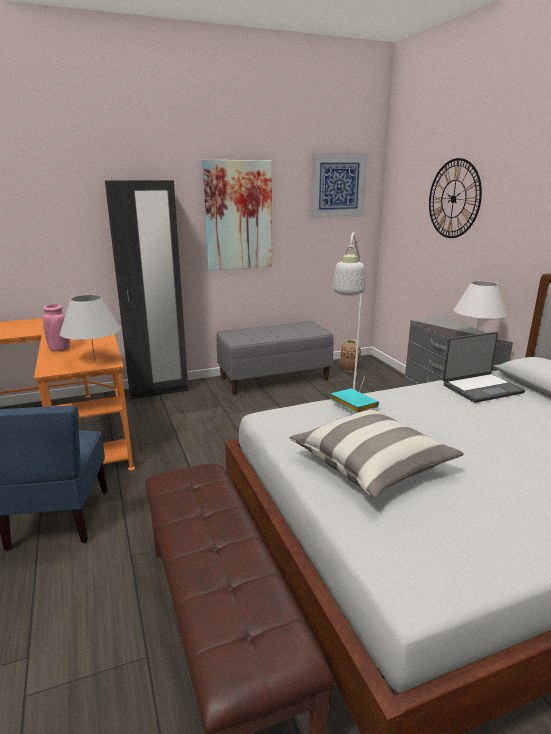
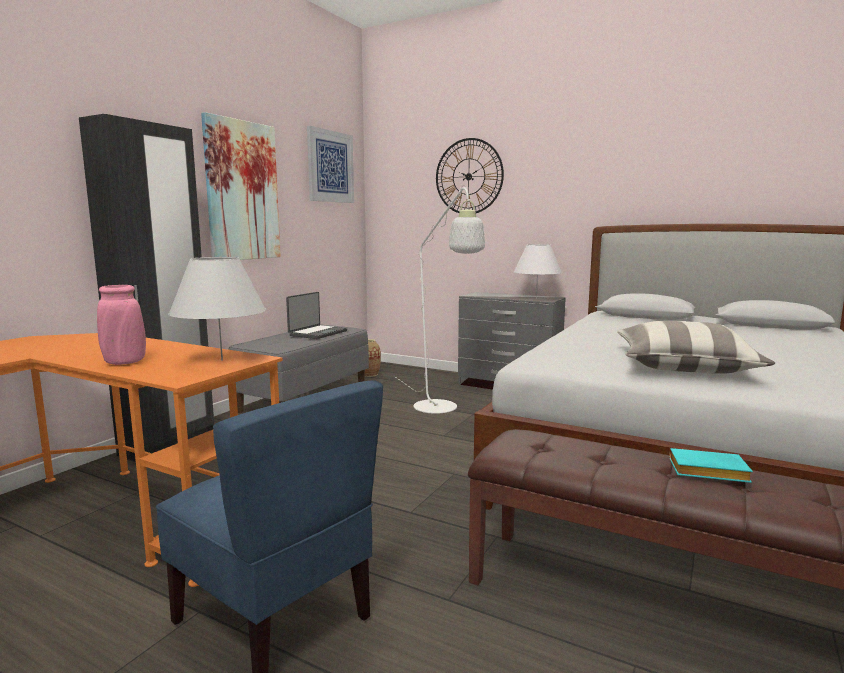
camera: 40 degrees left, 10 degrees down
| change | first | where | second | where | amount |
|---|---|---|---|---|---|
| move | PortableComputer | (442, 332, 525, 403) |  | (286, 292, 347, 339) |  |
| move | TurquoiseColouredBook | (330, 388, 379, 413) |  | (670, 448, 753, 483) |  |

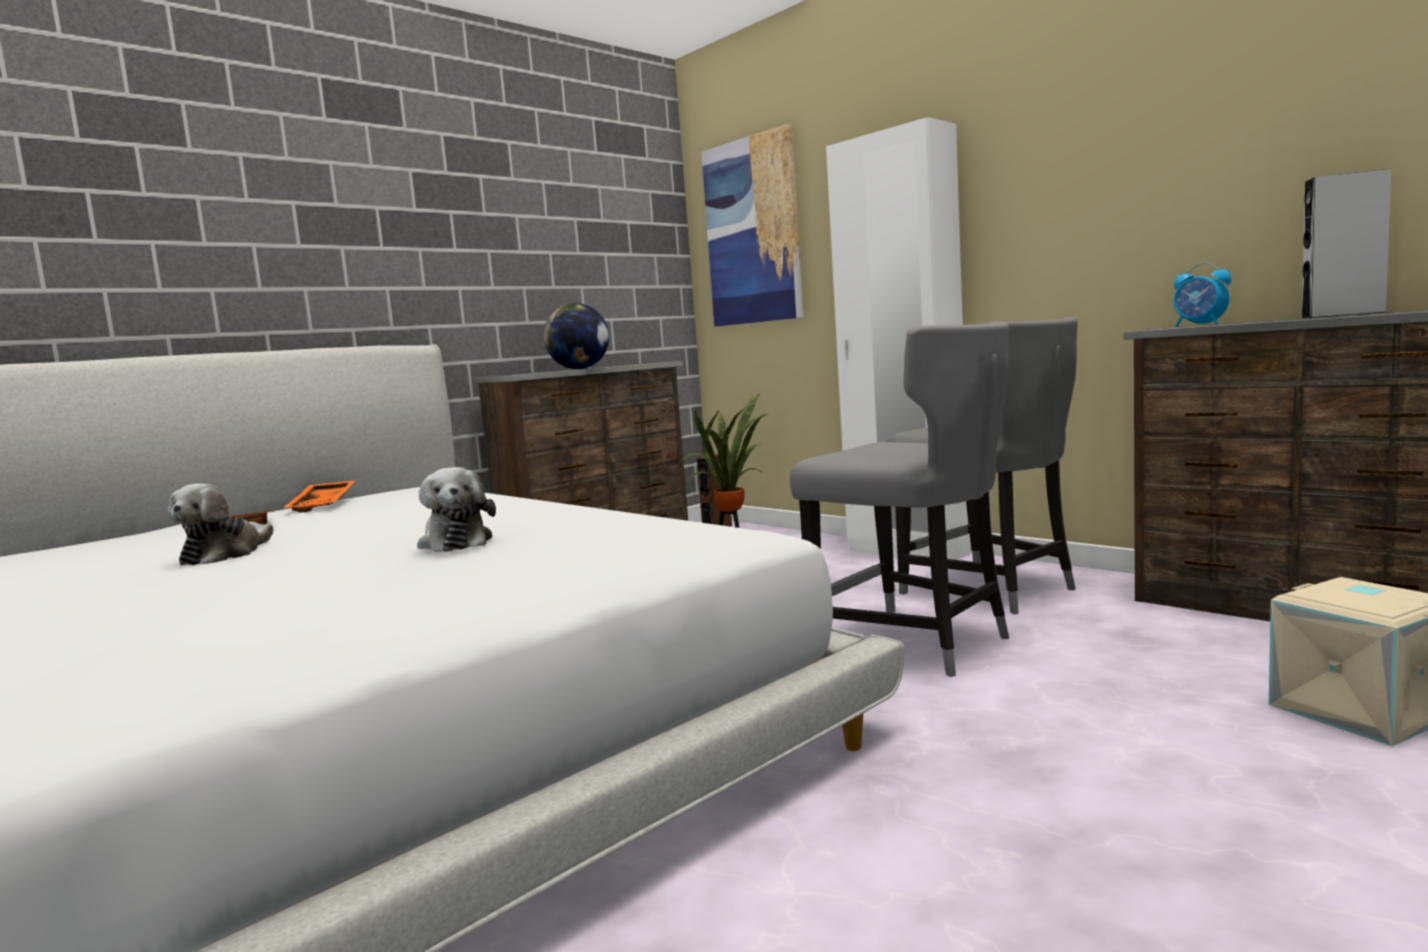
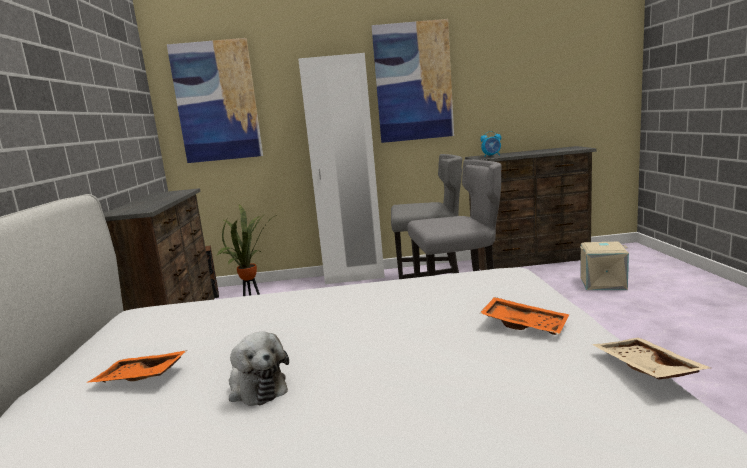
camera: 50 degrees left, 5 degrees up
| change | first | where | second | where | amount |
|---|---|---|---|---|---|
| insert |  |  | WallArt | (371, 19, 454, 143) |  |
| move | OrangeColouredCarryingTray | (284, 480, 356, 513) |  | (480, 297, 569, 335) |  |
| insert |  |  | SandColouredCarryingTray | (592, 338, 711, 379) |  |
| delete | CuddlyToy | (417, 467, 496, 552) |  |  |  |
| delete | Globe | (543, 303, 609, 369) |  |  |  |
| delete | GreyishLoudspeaker | (1300, 169, 1391, 319) |  |  |  |

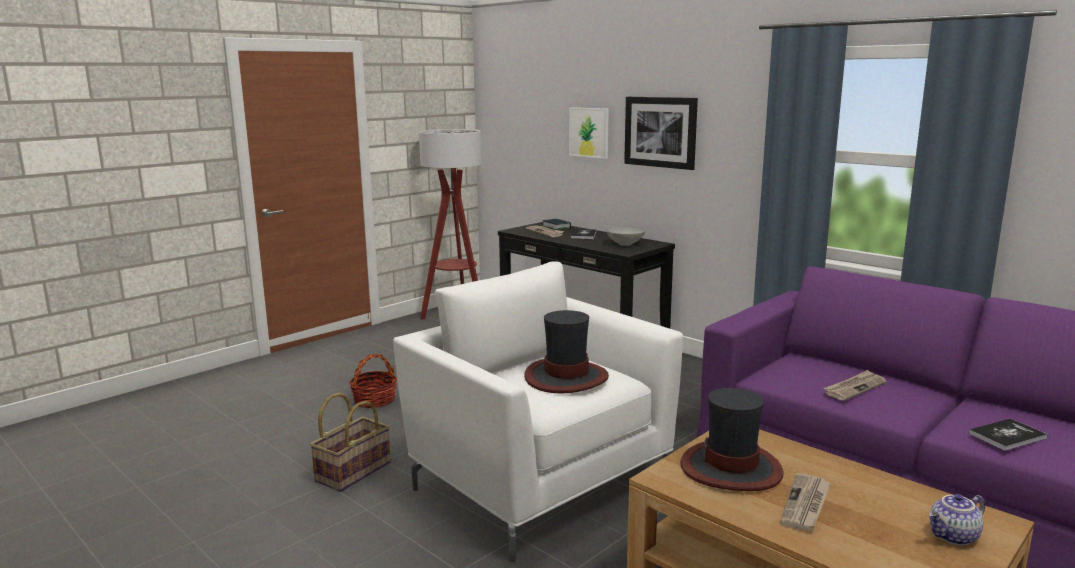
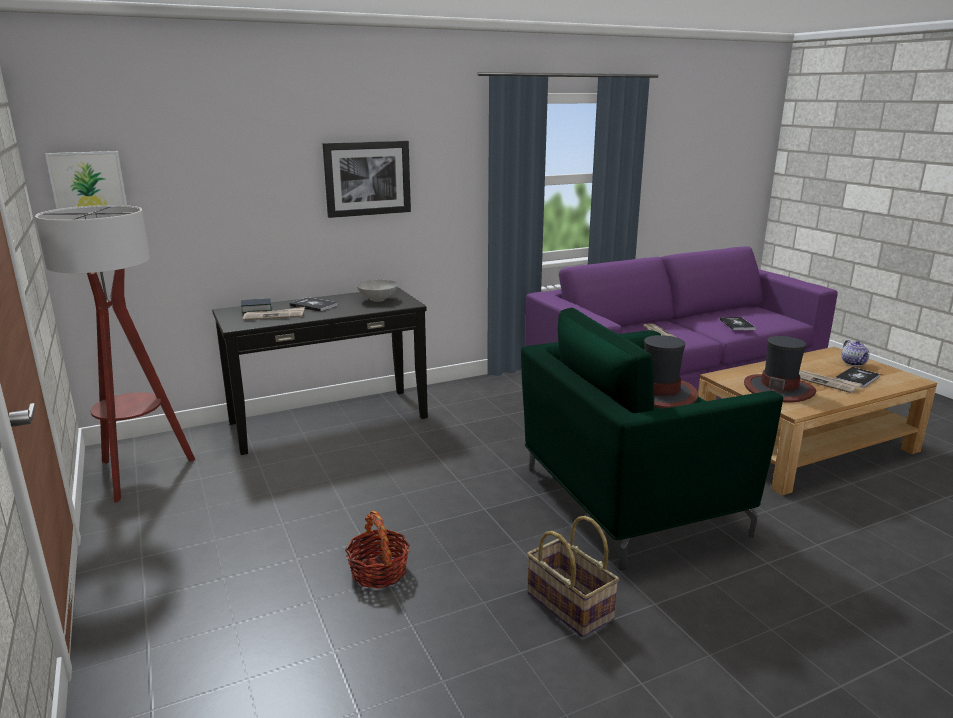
camera: 70 degrees left, 5 degrees up
| change | first | where | second | where | amount |
|---|---|---|---|---|---|
| move | WallArt | (569, 107, 609, 159) |  | (45, 151, 127, 209) |  |
| recolor | WhitishLoungeChair | (393, 261, 683, 562) | GreenLoungeChair | (521, 308, 783, 570) |  |
| insert |  |  | Book | (835, 367, 880, 388) |  |

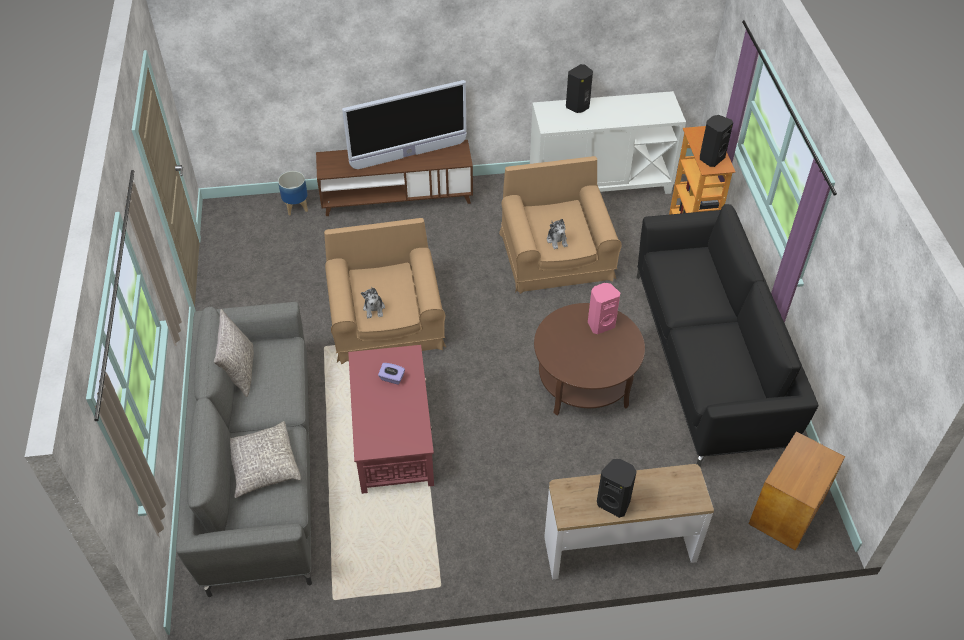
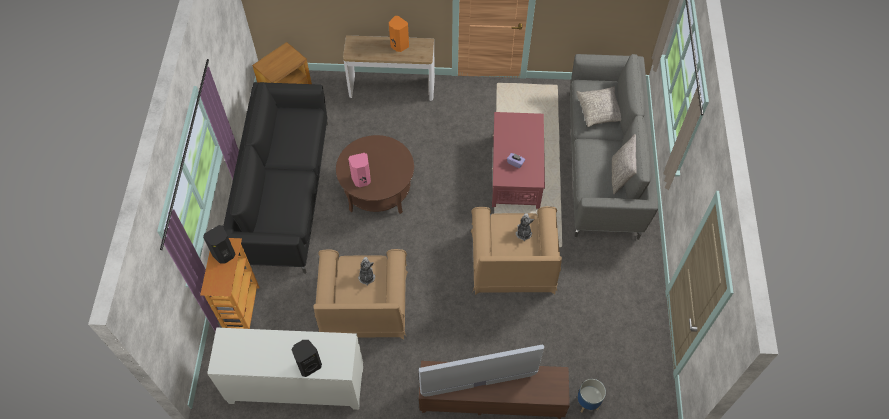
camera: 170 degrees left, 10 degrees up
| change | first | where | second | where | amount |
|---|---|---|---|---|---|
| recolor | BlackColouredLoudspeaker | (597, 459, 637, 518) | OrangeColouredLoudspeaker | (389, 16, 409, 52) |  |

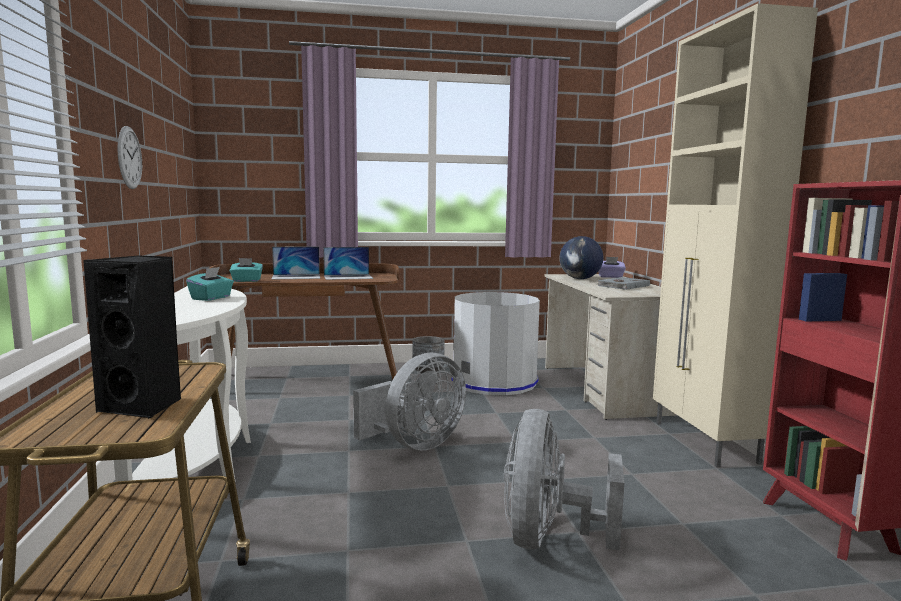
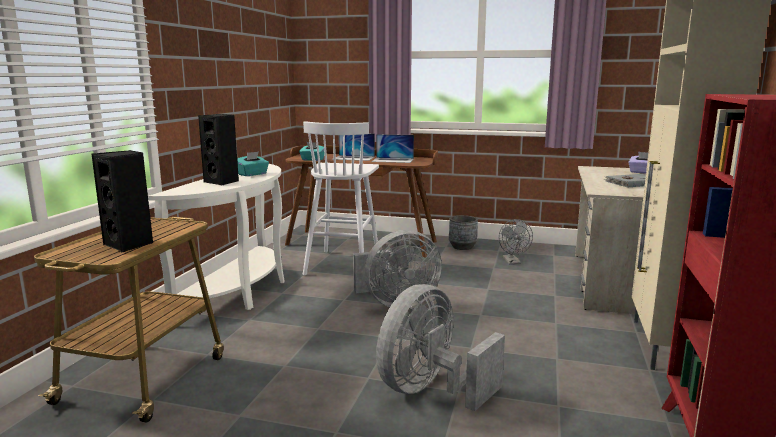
camera: 25 degrees right, 5 degrees up
| change | first | where | second | where | amount |
|---|---|---|---|---|---|
| insert |  |  | BlackColouredLoudspeaker | (198, 114, 239, 185) |  |
| insert |  |  | WhitishStoolSeat | (303, 121, 379, 276) |  |
| replace | GreyishTrashCan | (452, 292, 540, 395) | GreyishCoolingFan | (499, 219, 533, 265) |  |
| delete | HangingClock | (118, 126, 142, 189) |  |  |  |
| delete | Globe | (559, 236, 603, 279) |  |  |  |

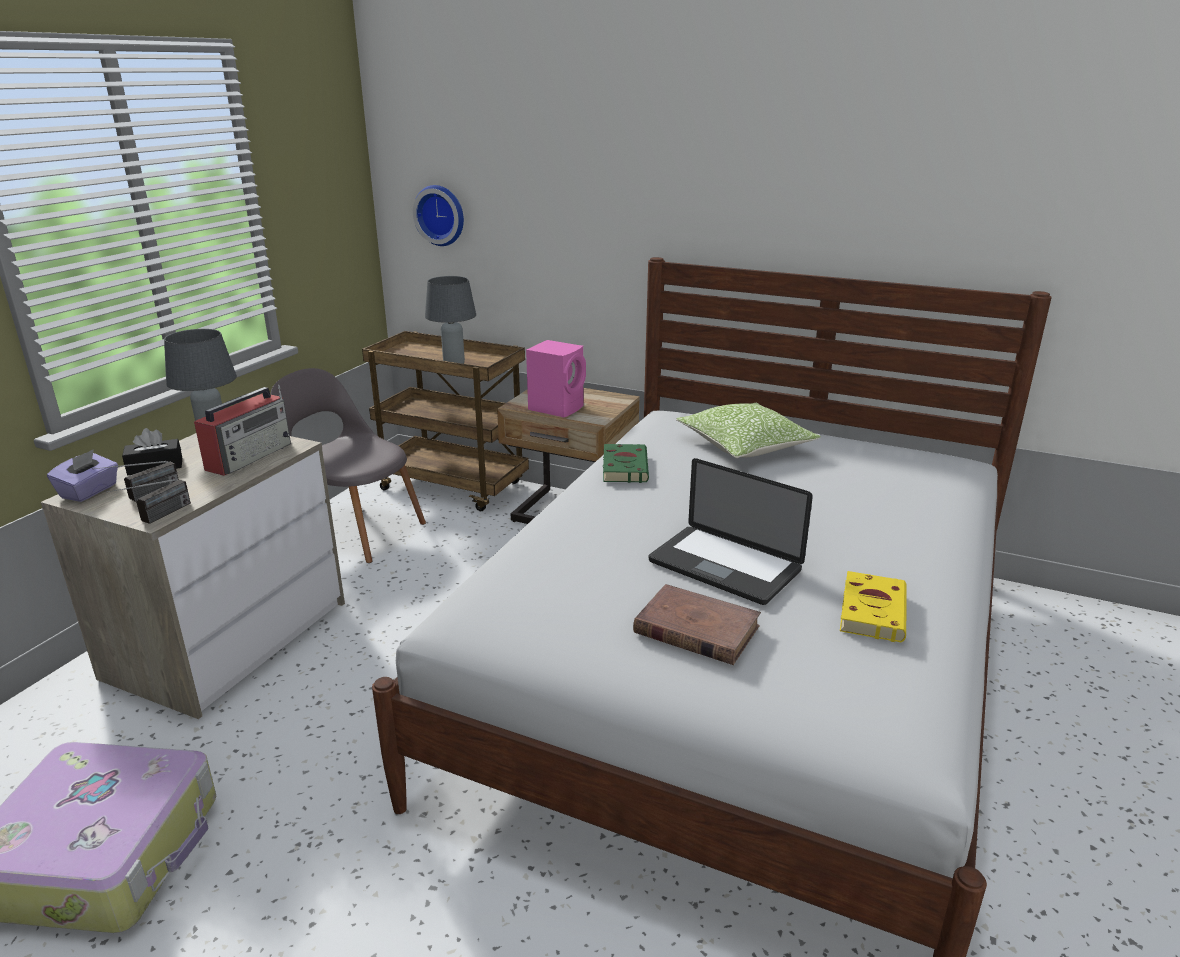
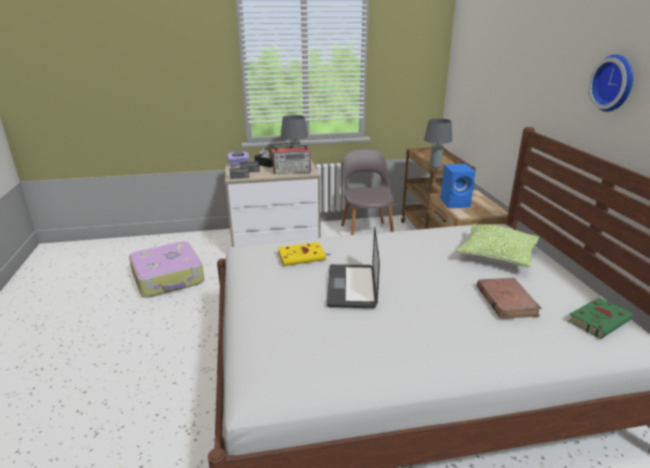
camera: 55 degrees right, 0 degrees up
| change | first | where | second | where | amount |
|---|---|---|---|---|---|
| move | YellowBook | (840, 571, 907, 642) |  | (278, 242, 330, 266) |  |
| recolor | PinkishLoudspeaker | (526, 340, 586, 417) | BlueColouredLoudspeaker | (440, 164, 475, 208) |  |
| move | BrownColouredBook | (633, 584, 761, 665) |  | (477, 278, 542, 319) |  |
| move | GreenBook | (603, 444, 649, 483) |  | (568, 297, 633, 339) |  |
| move | HangingClock | (413, 185, 464, 246) |  | (588, 54, 633, 112) |  |

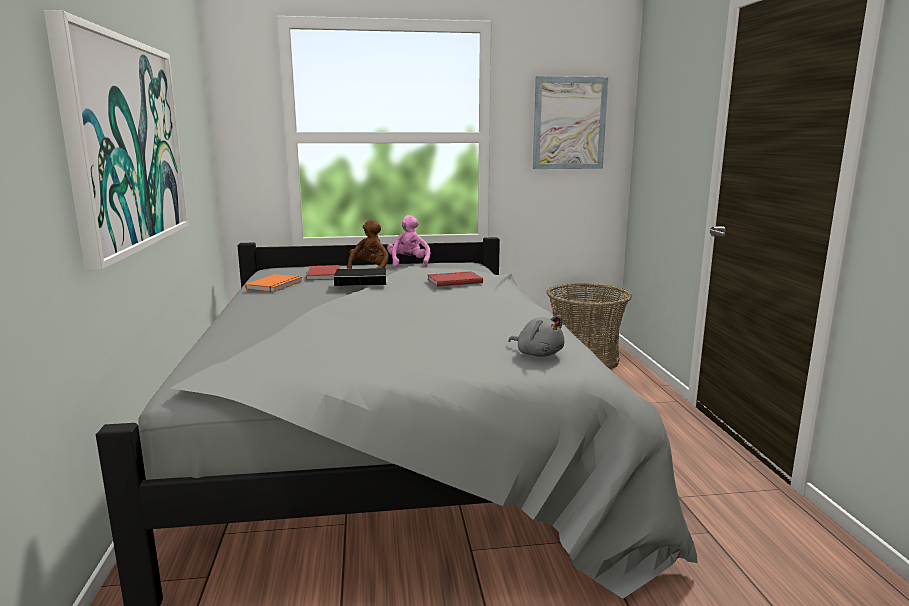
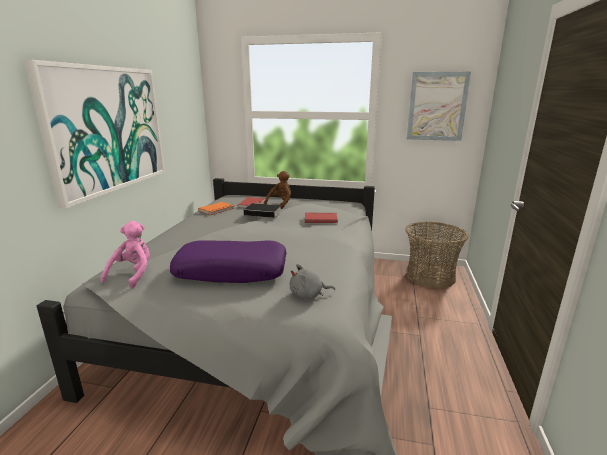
camera: 20 degrees right, 5 degrees up
| change | first | where | second | where | amount |
|---|---|---|---|---|---|
| move | PinkishCuddlyToy | (387, 215, 430, 267) |  | (100, 221, 150, 288) |  |
| insert |  |  | PurplishThrowPillow | (170, 240, 286, 283) |  |
| rotate | GreyishCuddlyToy | (509, 315, 565, 357) |  | (290, 264, 335, 299) | 105 degrees clockwise |

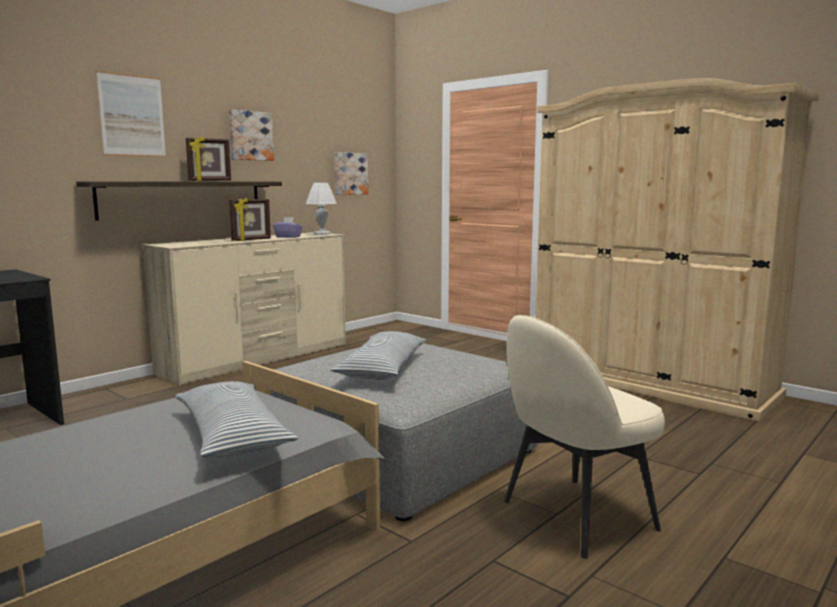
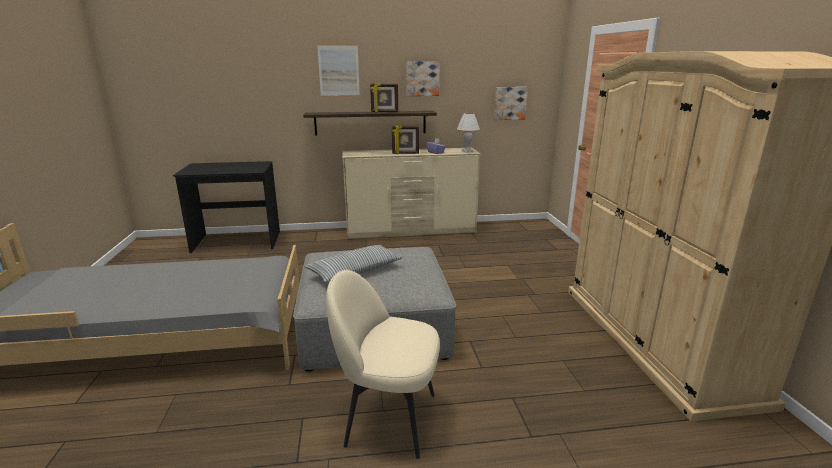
camera: 40 degrees right, 10 degrees up
| change | first | where | second | where | amount |
|---|---|---|---|---|---|
| delete | ThrowPillow | (175, 381, 298, 458) |  |  |  |

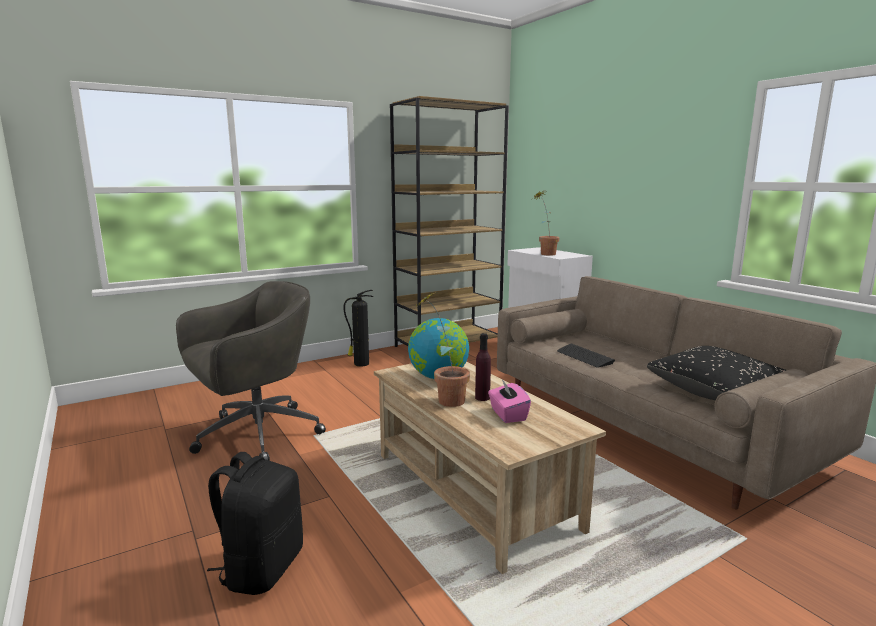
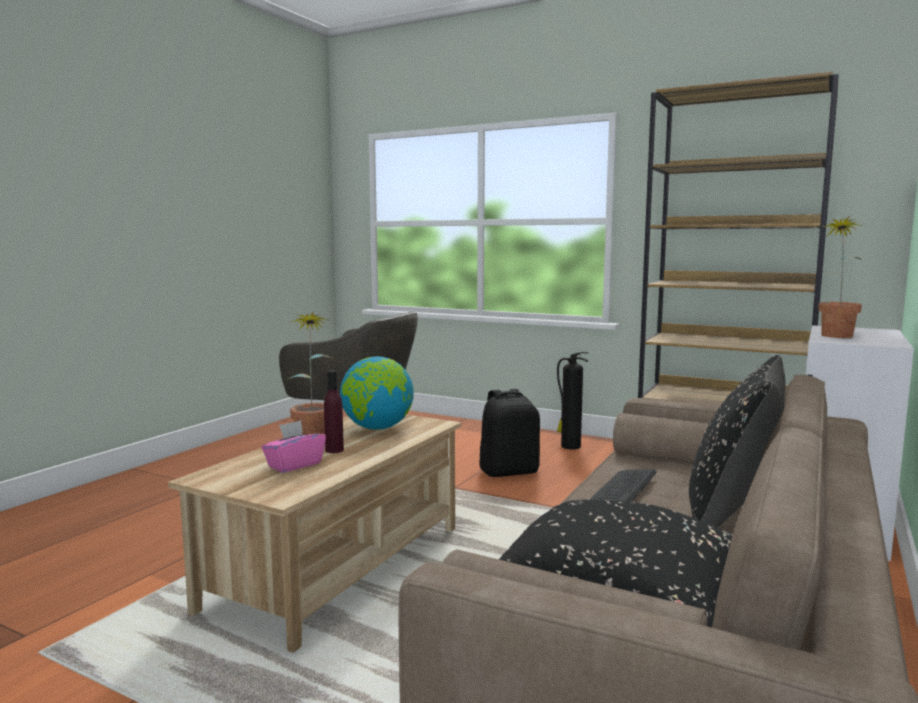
camera: 60 degrees right, 5 degrees down
| change | first | where | second | where | amount |
|---|---|---|---|---|---|
| move | BlackColouredBackpack | (207, 452, 303, 595) |  | (479, 389, 540, 477) |  |
| insert |  |  | BlackColouredThrowPillow | (689, 355, 786, 528) |  |

